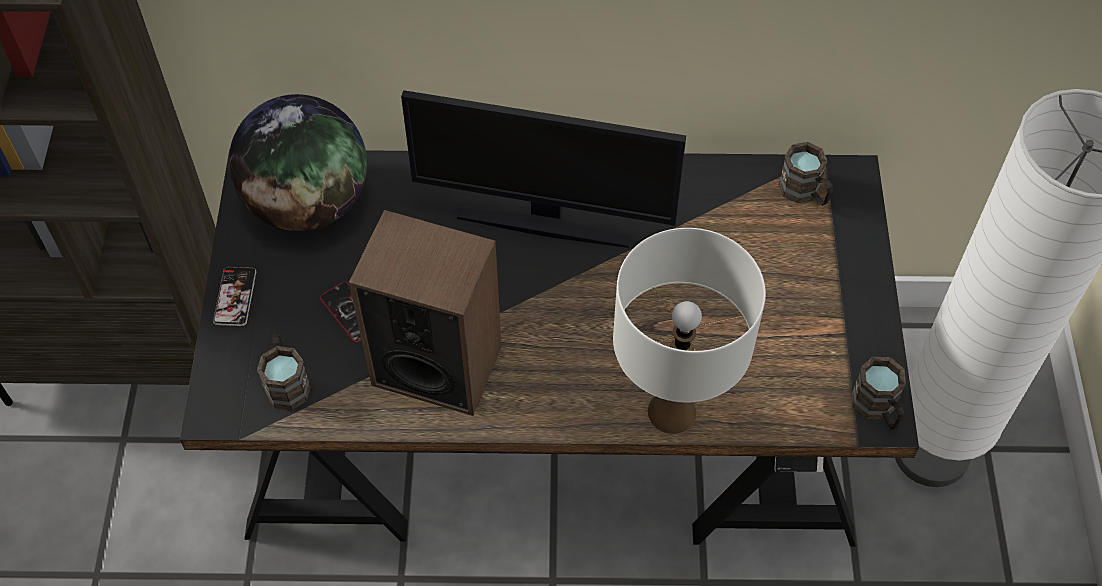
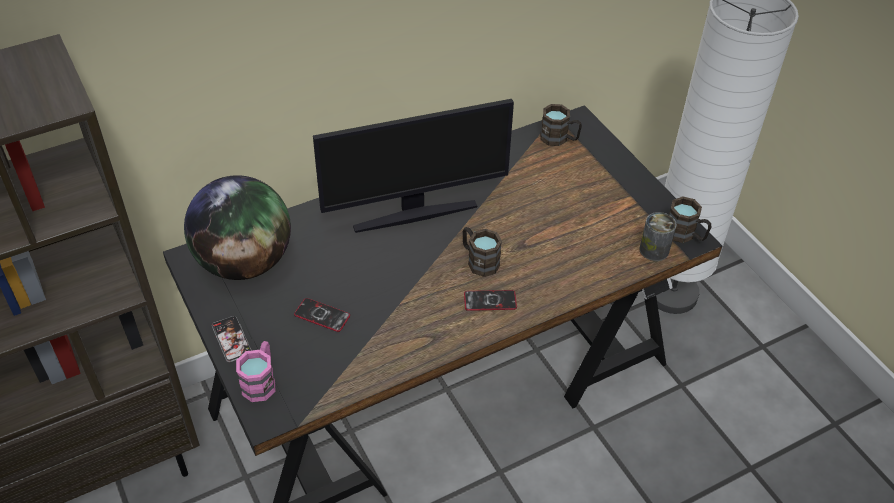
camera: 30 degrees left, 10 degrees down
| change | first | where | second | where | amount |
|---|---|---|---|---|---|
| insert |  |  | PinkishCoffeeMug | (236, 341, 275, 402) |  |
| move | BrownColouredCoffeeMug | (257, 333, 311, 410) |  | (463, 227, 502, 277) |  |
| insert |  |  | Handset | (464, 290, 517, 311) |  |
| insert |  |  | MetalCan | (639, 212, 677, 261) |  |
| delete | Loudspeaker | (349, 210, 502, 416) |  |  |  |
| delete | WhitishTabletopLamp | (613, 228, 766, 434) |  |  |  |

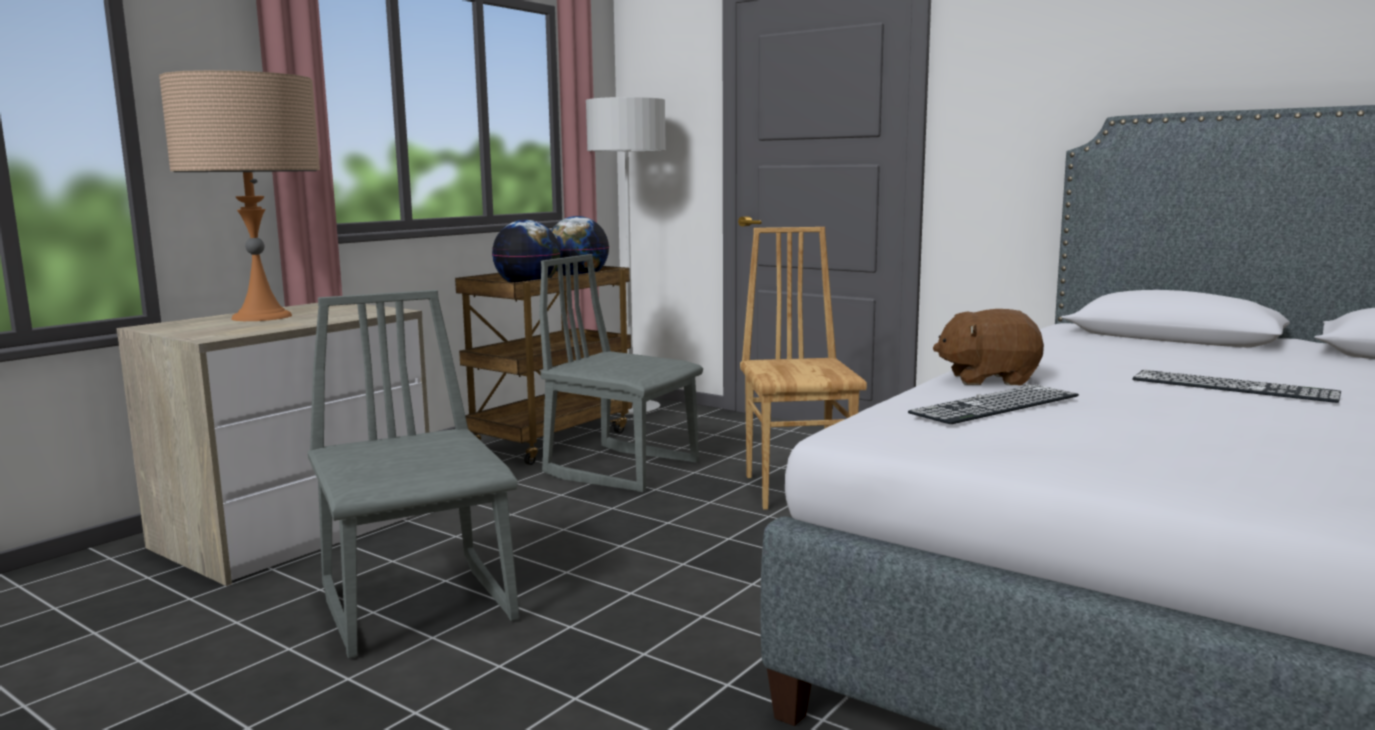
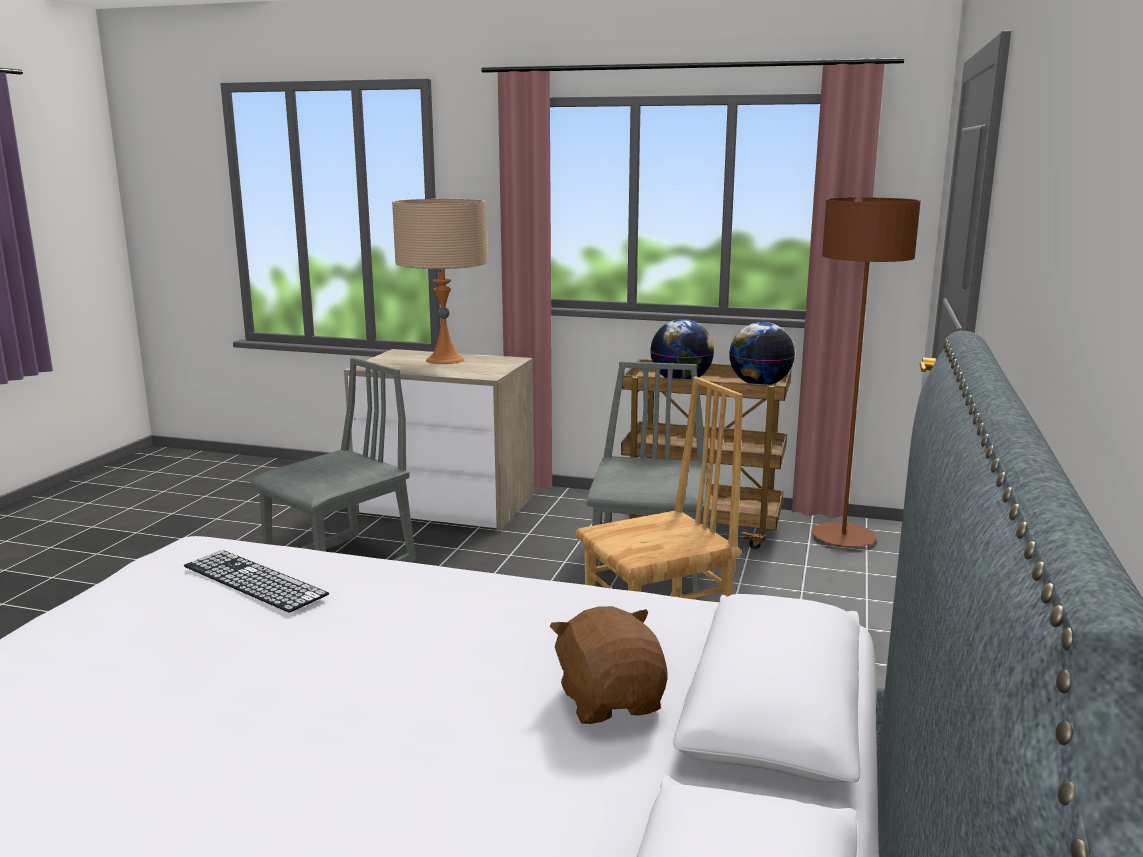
camera: 70 degrees right, 5 degrees up
| change | first | where | second | where | amount |
|---|---|---|---|---|---|
| move | BrownColouredCuddlyToy | (933, 309, 1044, 385) |  | (550, 606, 668, 724) |  |
| recolor | GreyishFloorLamp | (586, 97, 666, 415) | BrownColouredFloorLamp | (812, 197, 921, 547) |  |
| delete | Keyboard | (1132, 370, 1341, 403) |  |  |  |

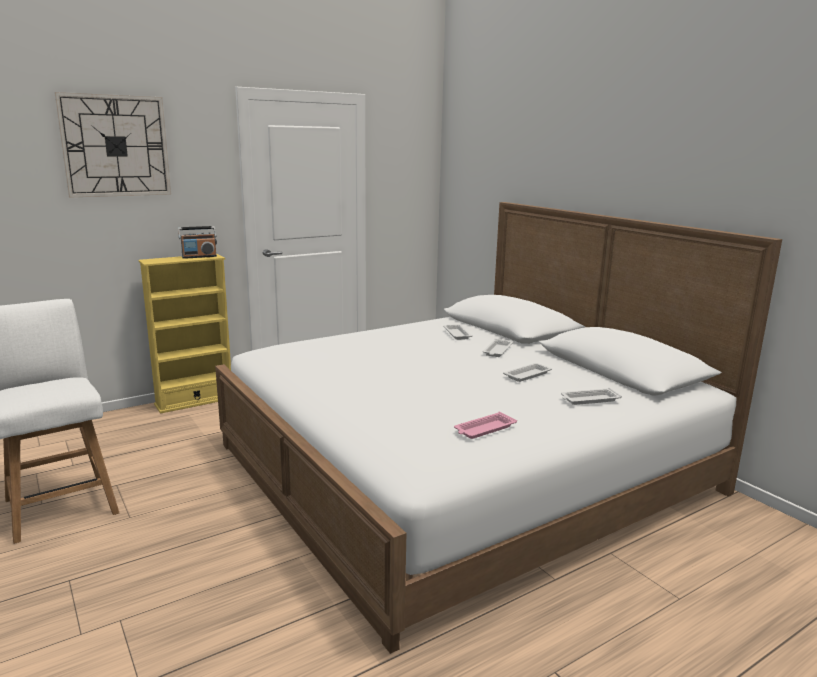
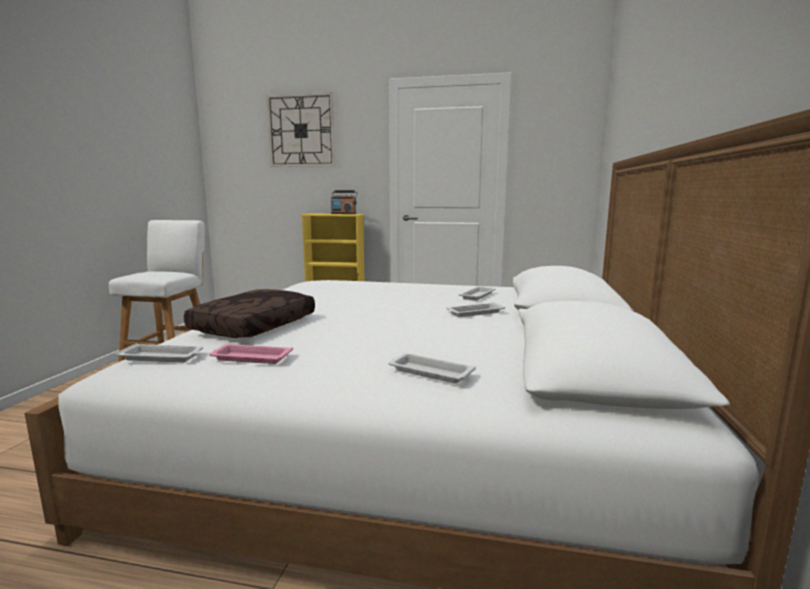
camera: 45 degrees right, 5 degrees down
| change | first | where | second | where | amount |
|---|---|---|---|---|---|
| move | WhitishCarryingTray | (503, 363, 552, 382) |  | (115, 343, 203, 362) |  |
| insert |  |  | BrownColouredThrowPillow | (184, 289, 315, 338) |  |

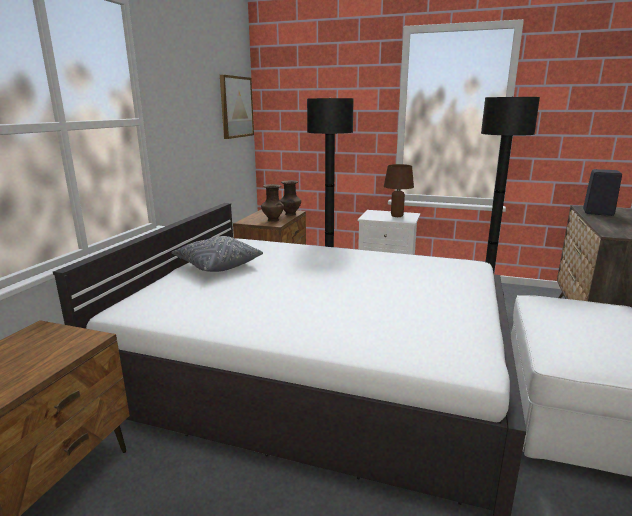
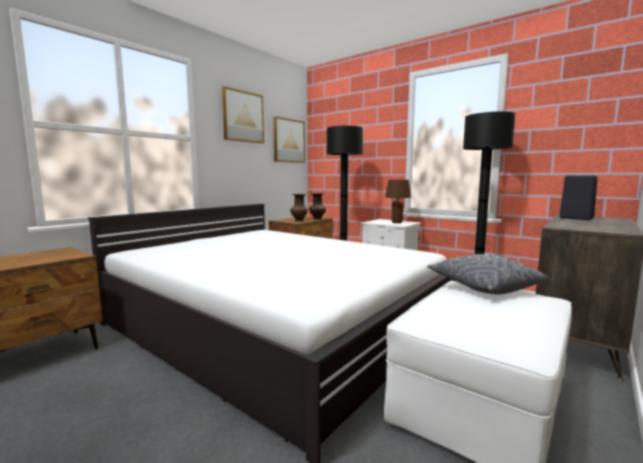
camera: 20 degrees right, 10 degrees down
| change | first | where | second | where | amount |
|---|---|---|---|---|---|
| insert |  |  | WallArt | (222, 86, 264, 143) |  |
| move | GreyishThrowPillow | (172, 236, 263, 272) |  | (427, 254, 549, 294) |  |

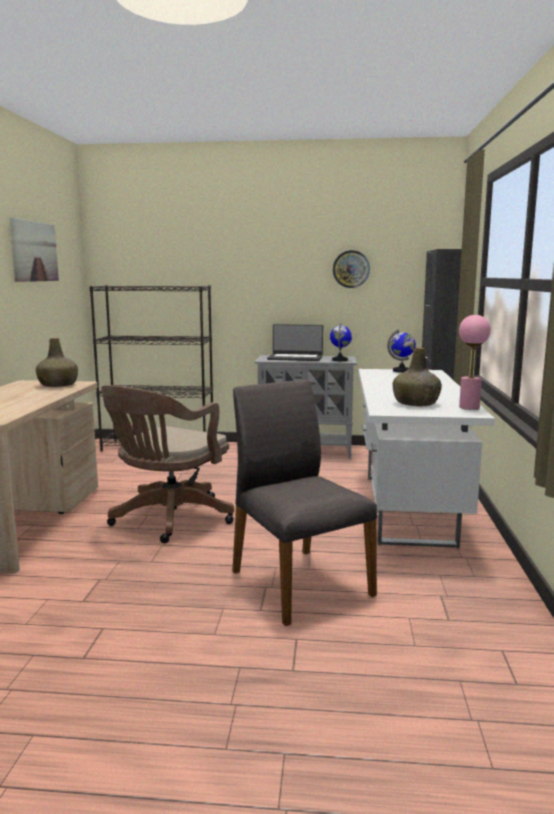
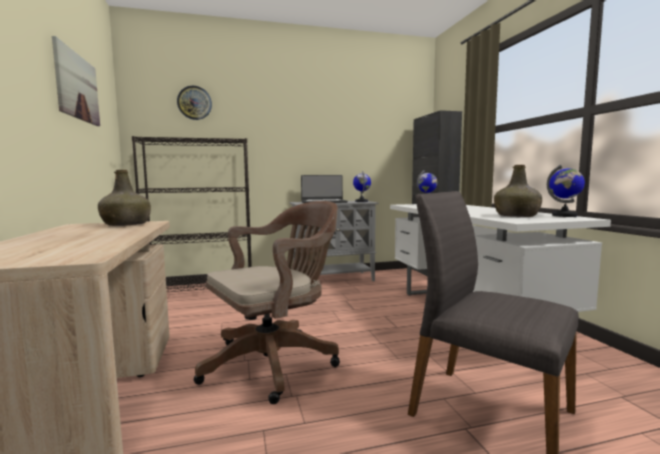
camera: 20 degrees left, 5 degrees down
| change | first | where | second | where | amount |
|---|---|---|---|---|---|
| move | HangingClock | (333, 250, 370, 288) |  | (177, 86, 212, 120) |  |
| rotate | BrownColouredOfficeChair | (101, 385, 234, 543) |  | (194, 201, 340, 404) | 135 degrees counterclockwise |
| replace | PinkishTabletopLamp | (459, 315, 491, 410) | Globe | (547, 165, 585, 217) |  |

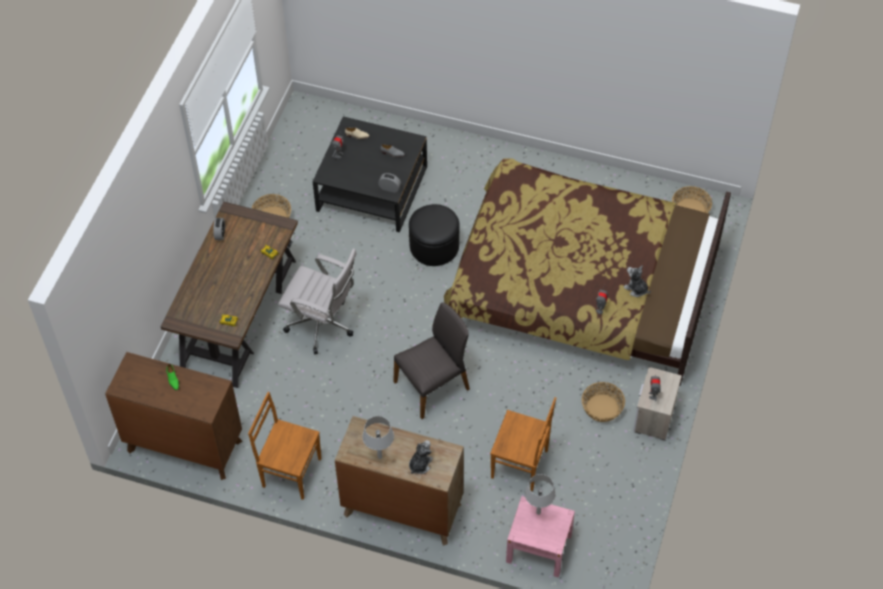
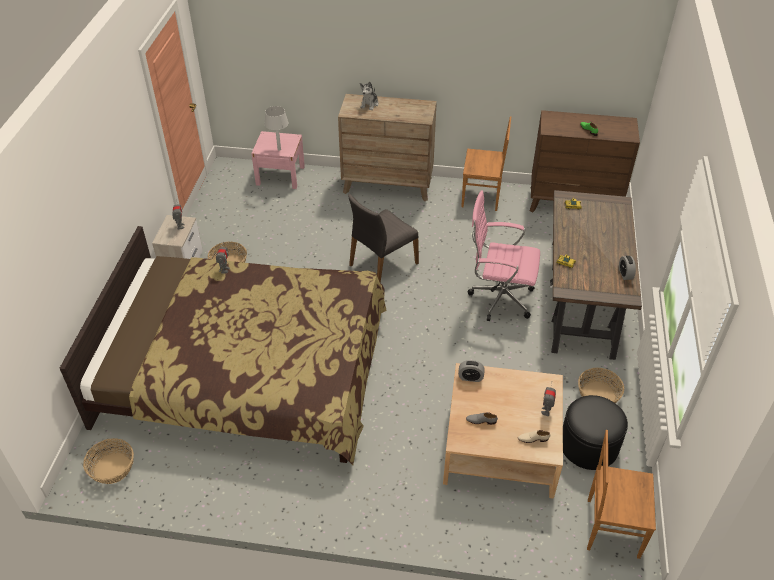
camera: 170 degrees right, 10 degrees down
| change | first | where | second | where | amount |
|---|---|---|---|---|---|
| recolor | BlackColouredLoungeTable | (312, 116, 427, 232) | SandColouredLoungeTable | (443, 363, 563, 499) |  |
| recolor | WhitishOfficeChair | (278, 248, 357, 355) | PinkishOfficeChair | (468, 191, 540, 321) |  |
| move | BlackColouredOttoman | (409, 204, 460, 266) |  | (563, 395, 628, 470) |  |
| move | BrownColouredChair | (490, 397, 556, 491) |  | (587, 430, 656, 559) |  |
| delete | GreyishTabletopLamp | (362, 416, 394, 459) |  |  |  |
| delete | CuddlyToy | (624, 265, 651, 297) |  |  |  |

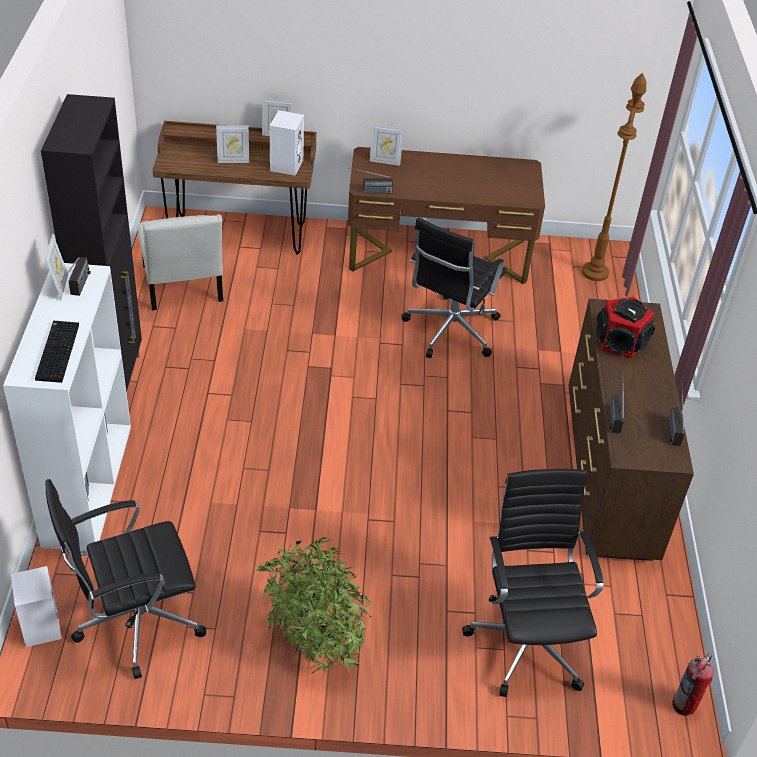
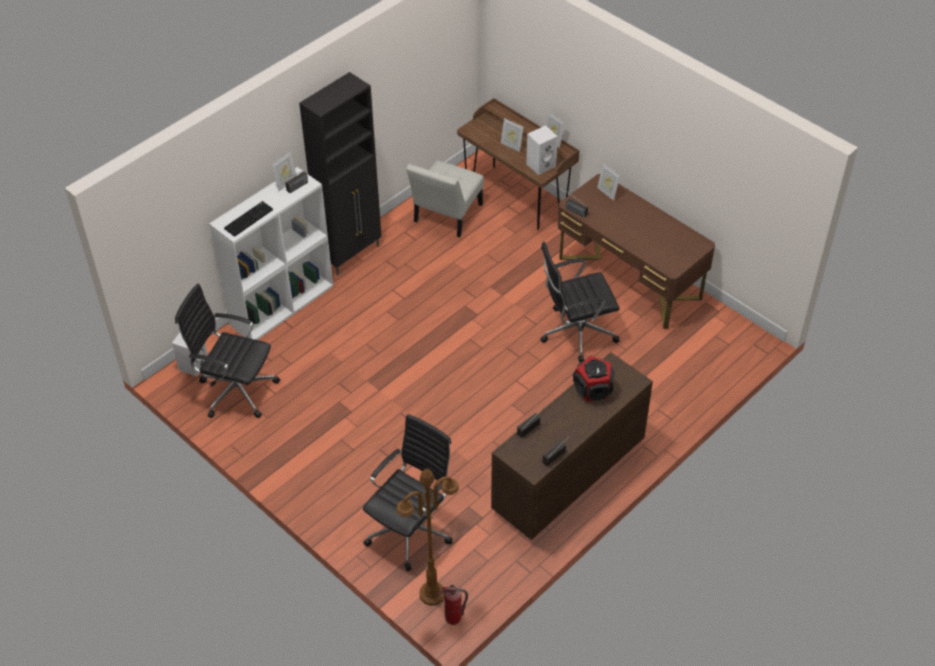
camera: 45 degrees right, 5 degrees up
| change | first | where | second | where | amount |
|---|---|---|---|---|---|
| move | BrownColouredFloorLamp | (582, 73, 646, 281) |  | (397, 468, 459, 606) |  |
| delete | PottedPlant | (256, 537, 373, 675) |  |  |  |

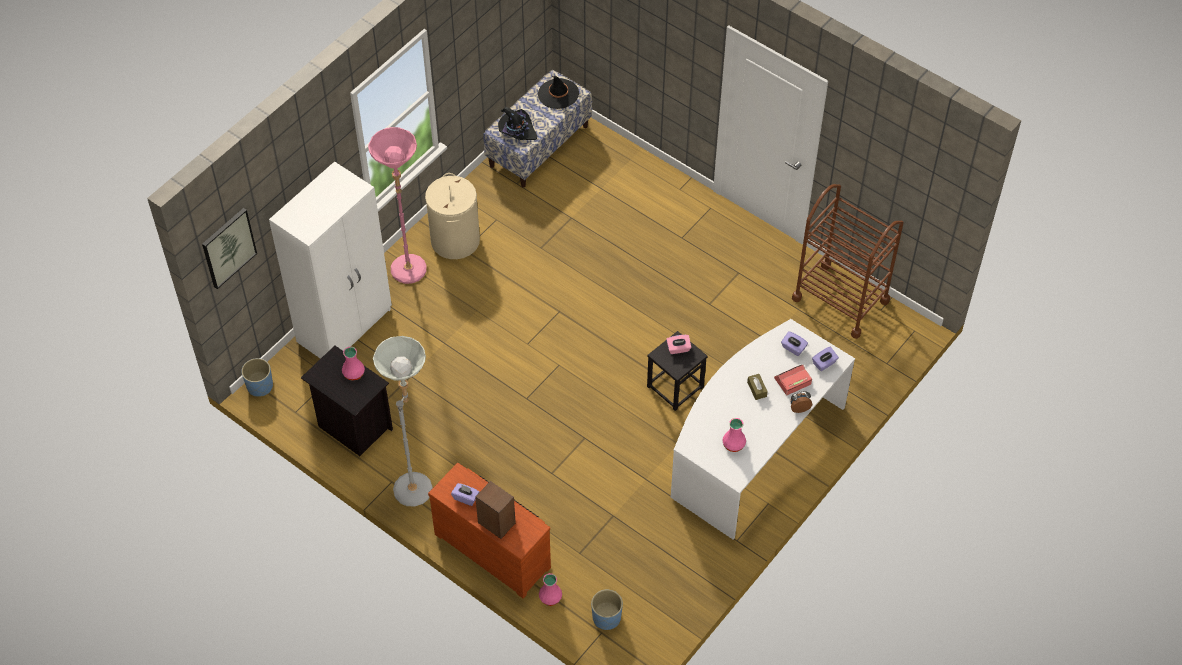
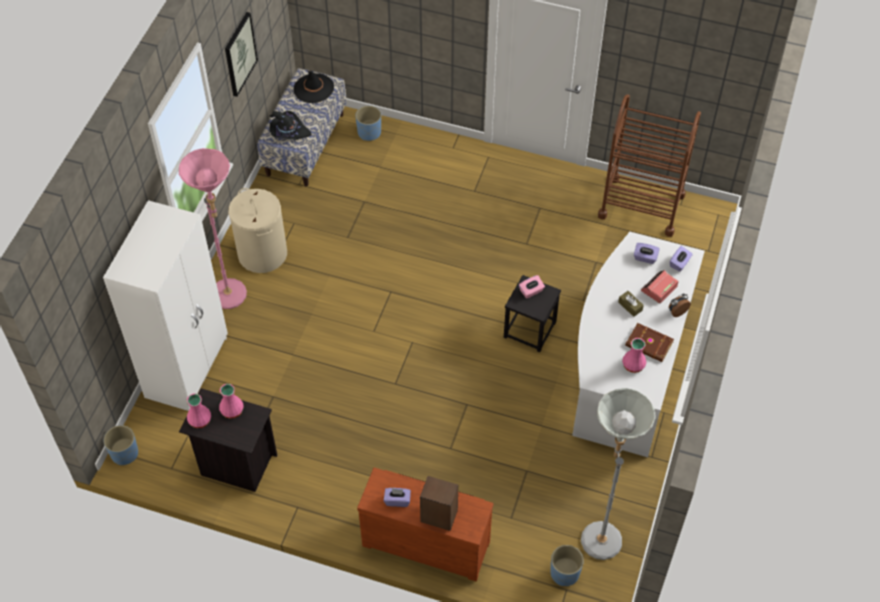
camera: 20 degrees left, 0 degrees up
| change | first | where | second | where | amount |
|---|---|---|---|---|---|
| move | PinkishDecorativeVase | (539, 573, 562, 606) |  | (187, 393, 211, 428) |  |
| move | WallArt | (202, 208, 257, 289) |  | (225, 12, 258, 97) |  |
| insert |  |  | BlueColouredPlantPot | (355, 106, 381, 141) |  |
| move | GreyishFloorLamp | (373, 336, 433, 506) |  | (581, 388, 656, 560) |  |
| insert |  |  | BrownColouredBook | (625, 323, 674, 362) |  |

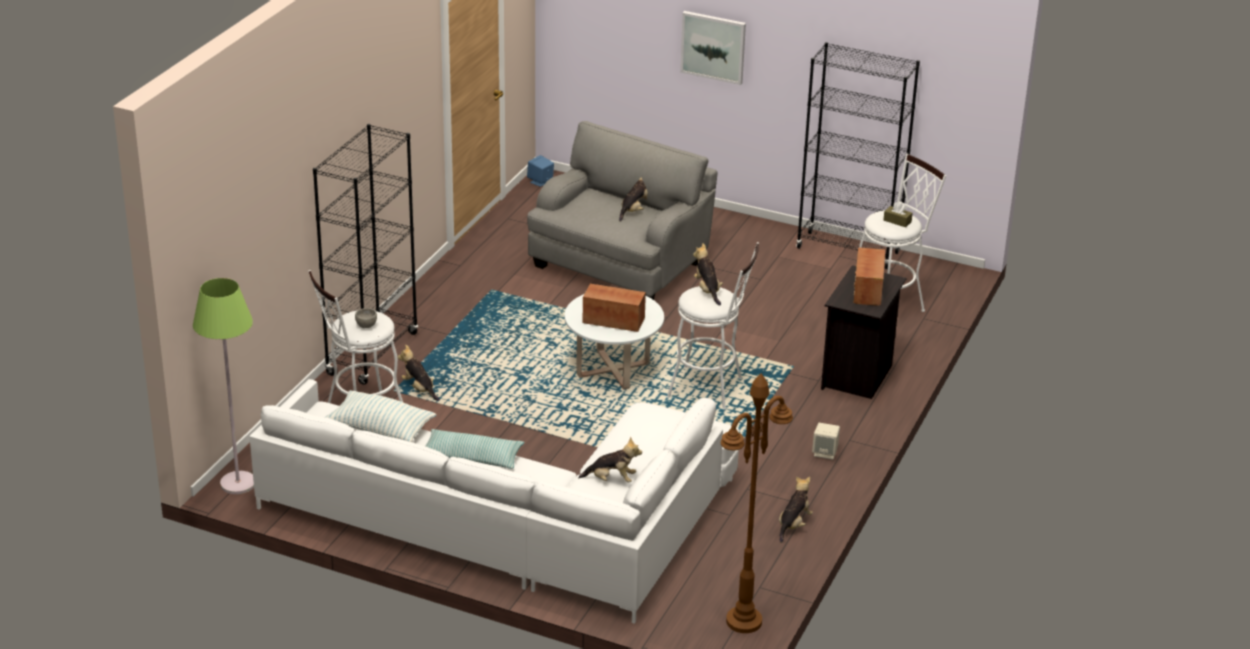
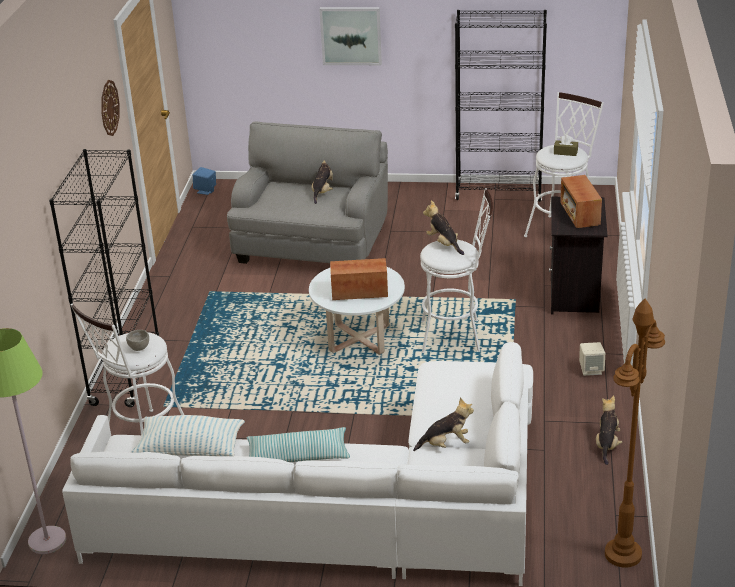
camera: 15 degrees left, 0 degrees up
| change | first | where | second | where | amount |
|---|---|---|---|---|---|
| insert |  |  | HangingClock | (101, 80, 120, 136) |  |
| delete | CuddlyToy | (398, 345, 440, 401) |  |  |  |

